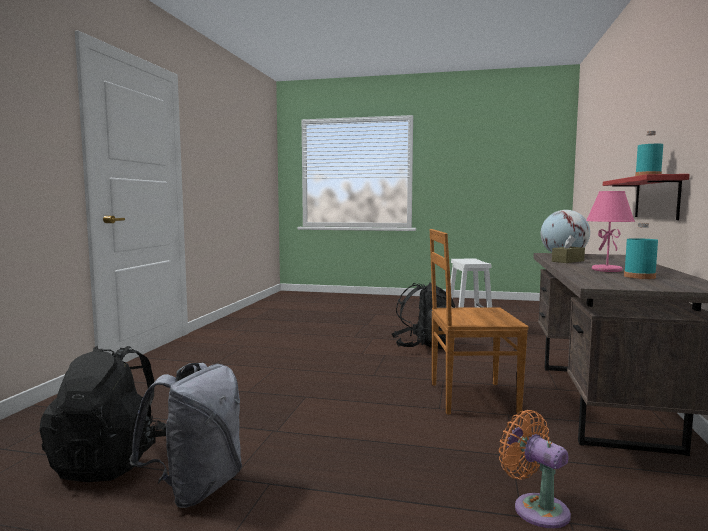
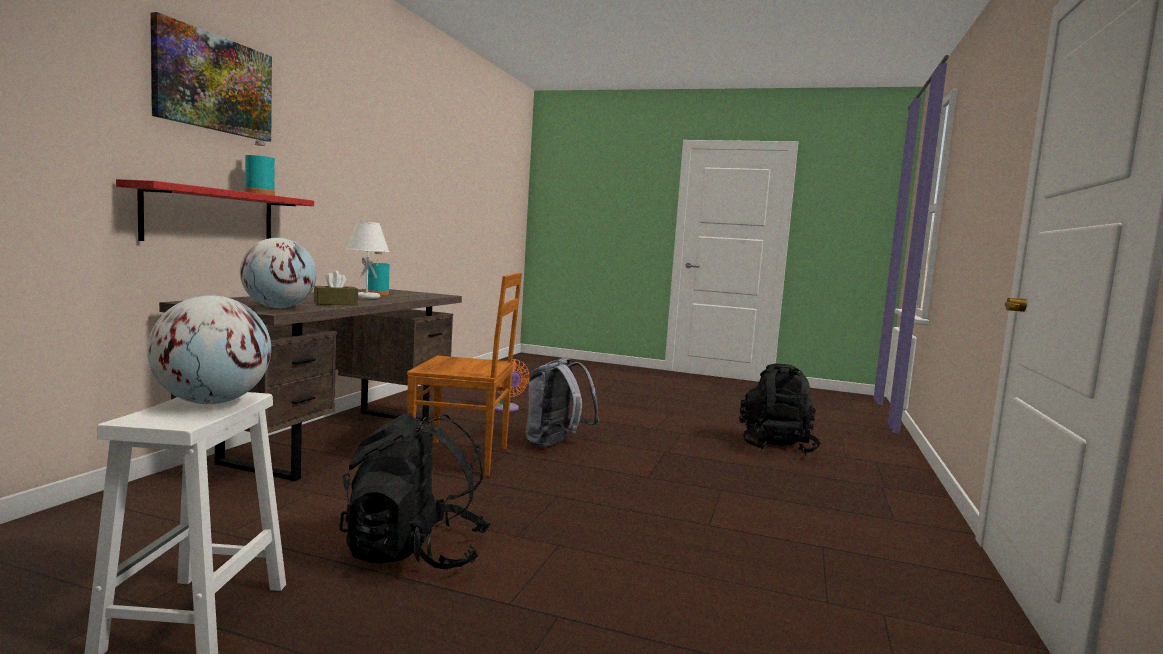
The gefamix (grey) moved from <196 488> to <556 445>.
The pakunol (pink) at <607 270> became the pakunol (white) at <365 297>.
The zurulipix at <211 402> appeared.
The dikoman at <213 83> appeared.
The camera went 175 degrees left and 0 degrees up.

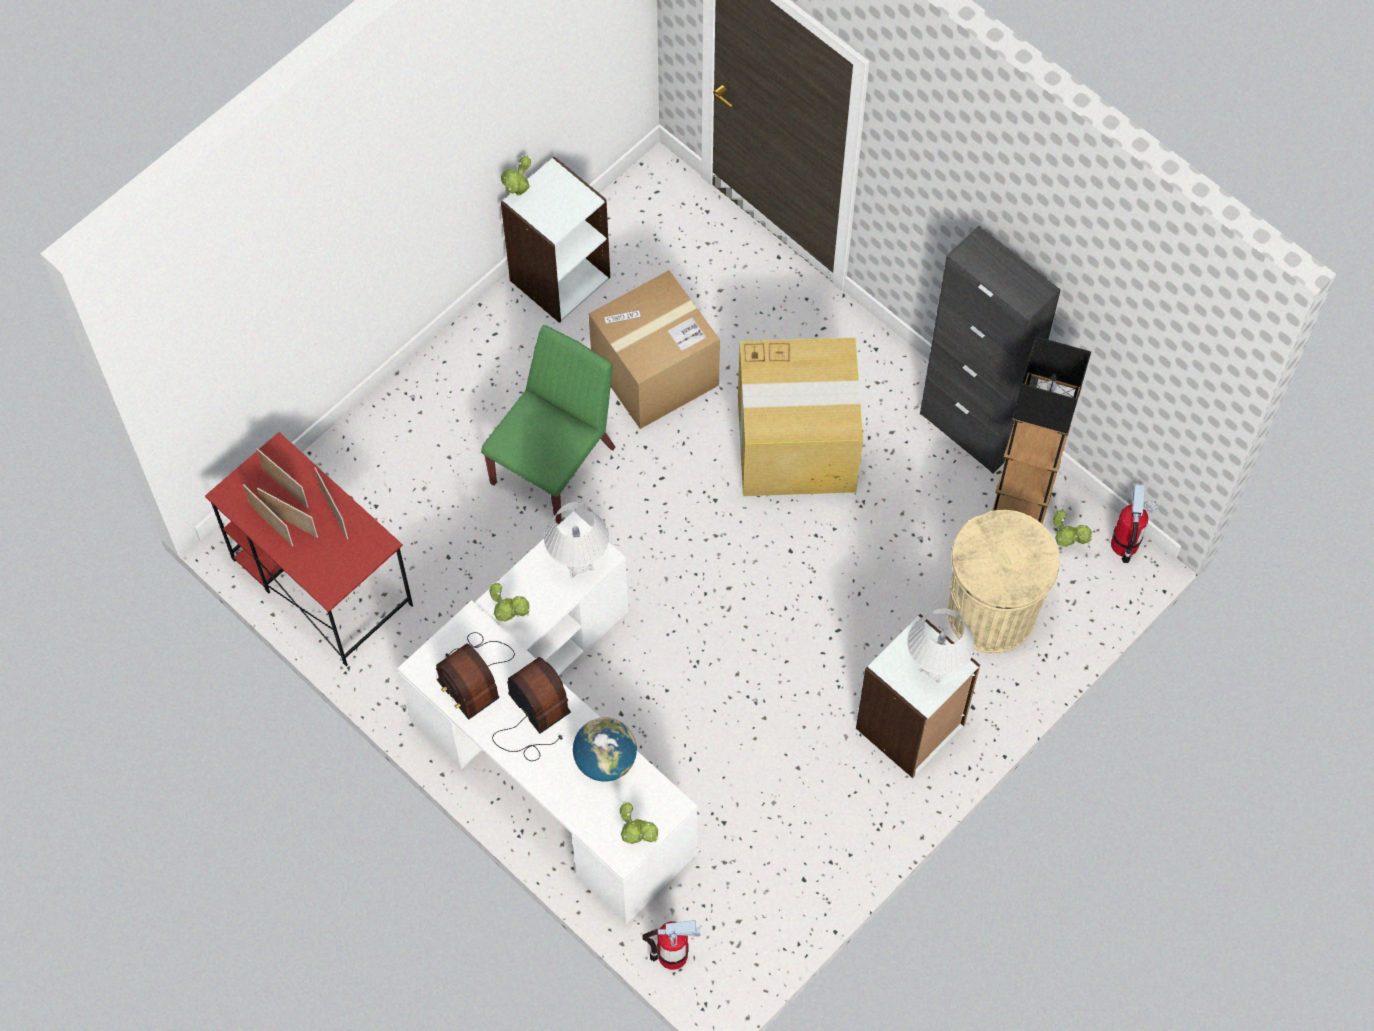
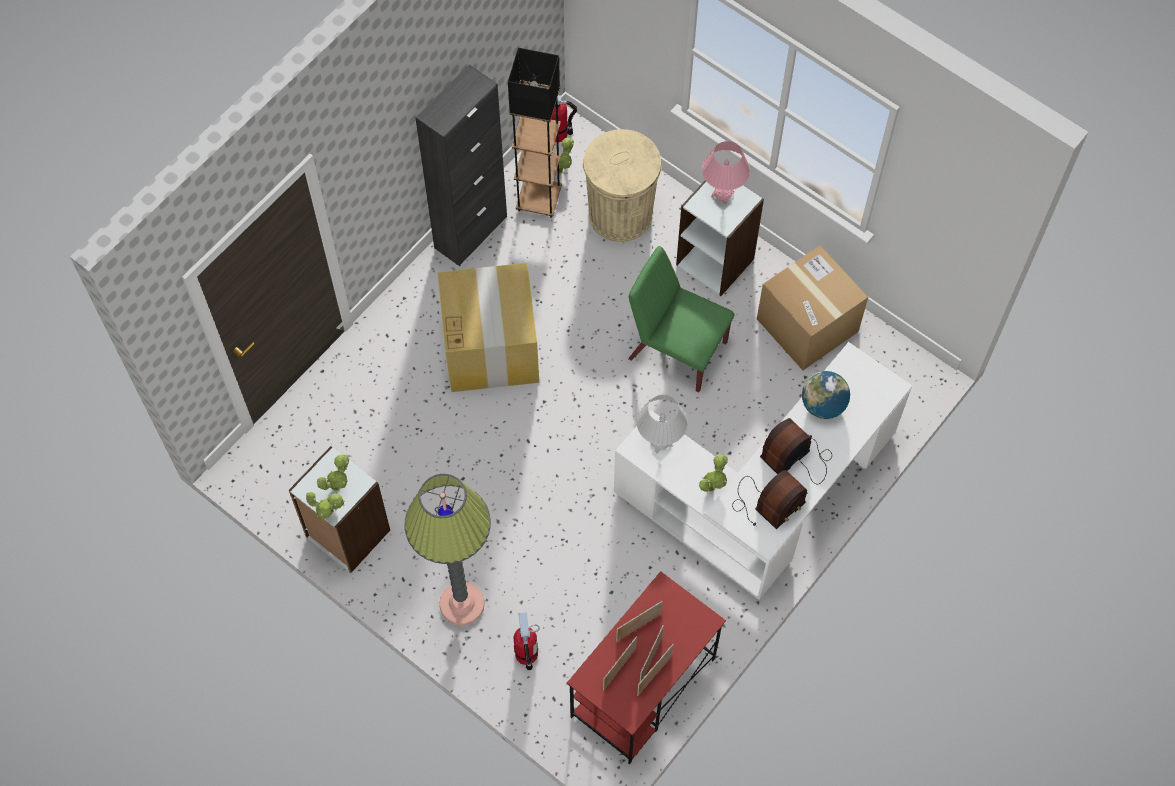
The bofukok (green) moved from <554 464> to <676 350>.
The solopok moved from <655 372> to <807 325>.
The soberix moved from <637 838> to <338 486>.
The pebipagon moved from <672 955> to <526 654>.
The pakunol (white) at <935 668> became the pakunol (pink) at <722 194>.
The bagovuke at <462 604> appeared.
The camera went 95 degrees left and 0 degrees up.

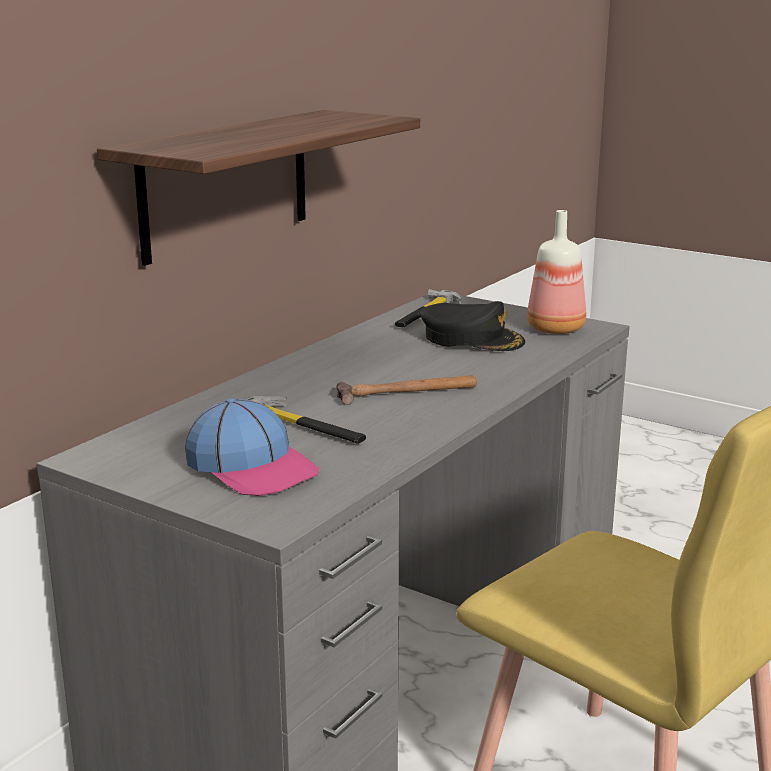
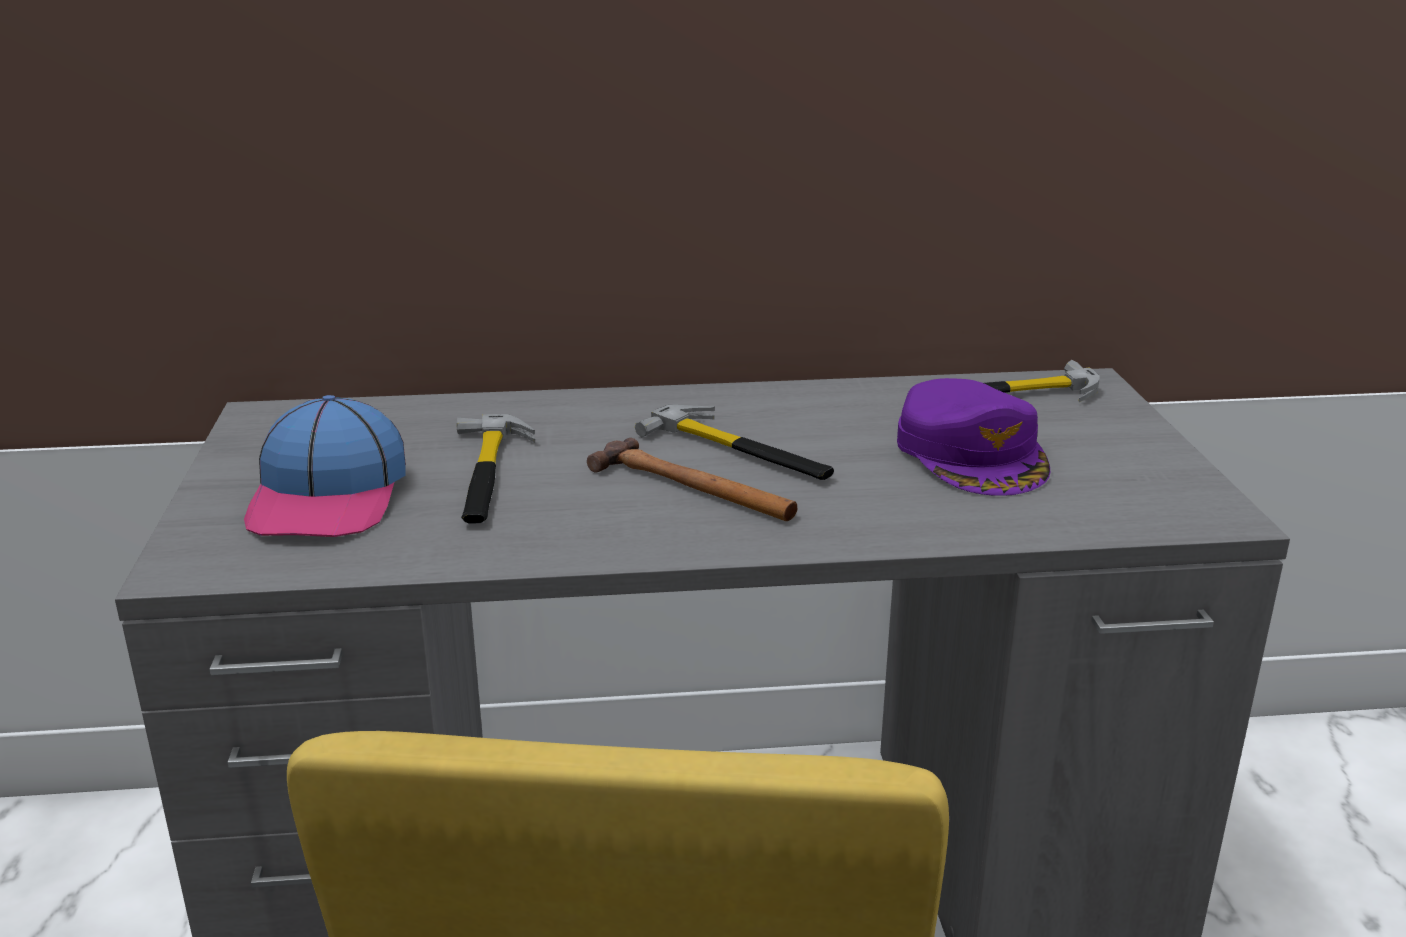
The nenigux at <226 184> disappeared.
The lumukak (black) at <472 338> became the lumukak (purple) at <972 453>.
The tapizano at <556 328> disappeared.
The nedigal at <740 451> appeared.
The camera went 50 degrees right and 5 degrees up.

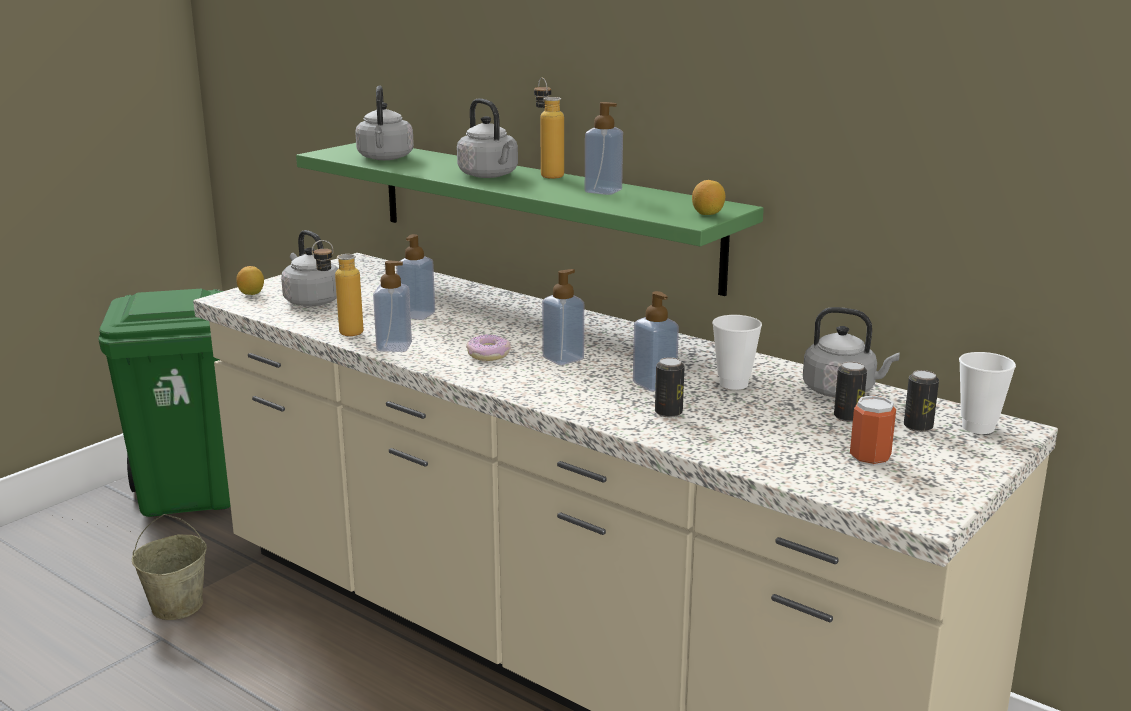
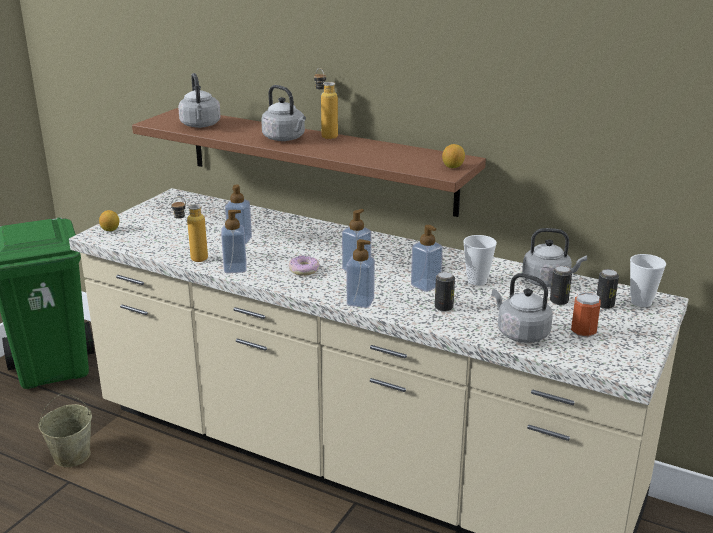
The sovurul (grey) moved from <311 301> to <520 333>.
The nenigux (green) at <541 212> became the nenigux (brown) at <318 160>.
The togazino moved from <603 191> to <360 302>.
The camera went 10 degrees left and 5 degrees up.

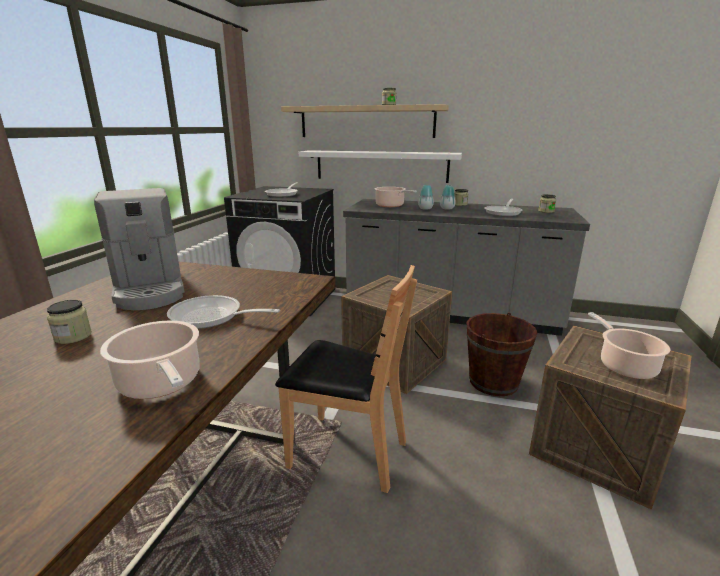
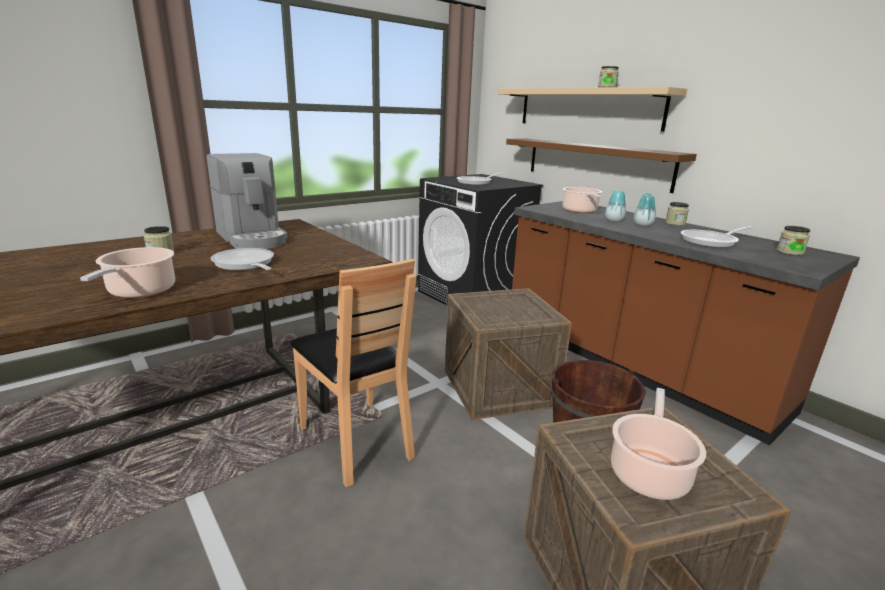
The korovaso at <150 290> turned 45 degrees counterclockwise.
The nenigux (white) at <381 166> became the nenigux (brown) at <596 163>.
The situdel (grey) at <450 314> became the situdel (brown) at <631 365>.
The camera went 35 degrees right and 0 degrees up.

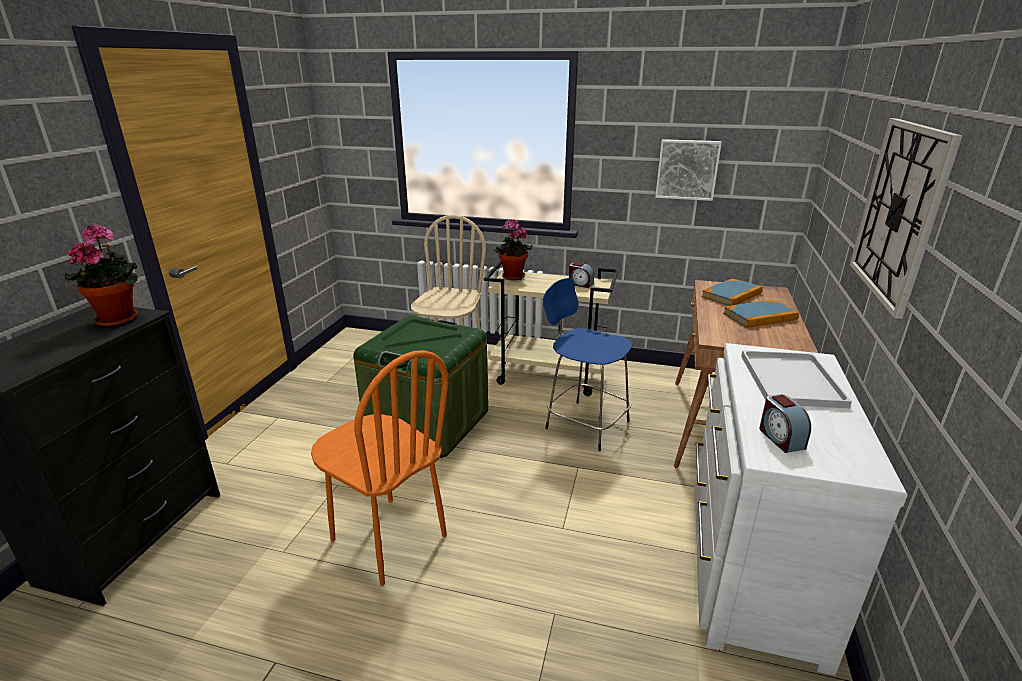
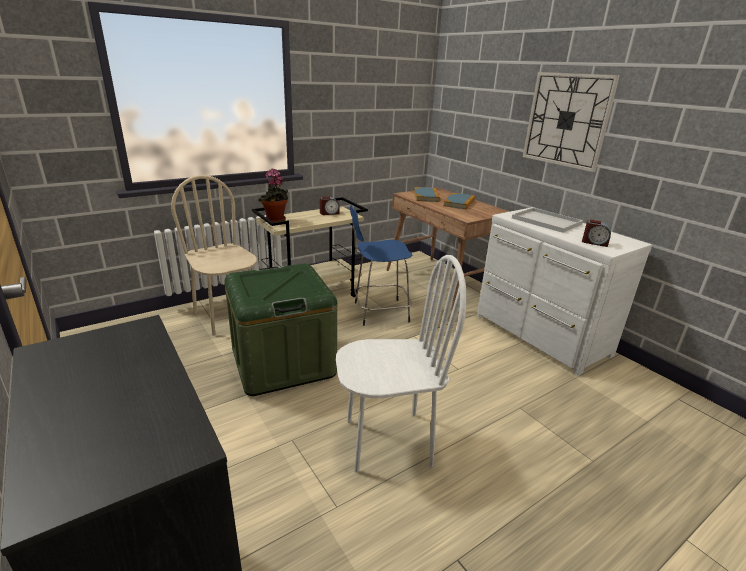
The soberix at <120 318> disappeared.
The bofukok (orange) at <388 538> became the bofukok (white) at <388 441>.
The dikoman at <687 169> disappeared.
The camera went 50 degrees left and 0 degrees up.

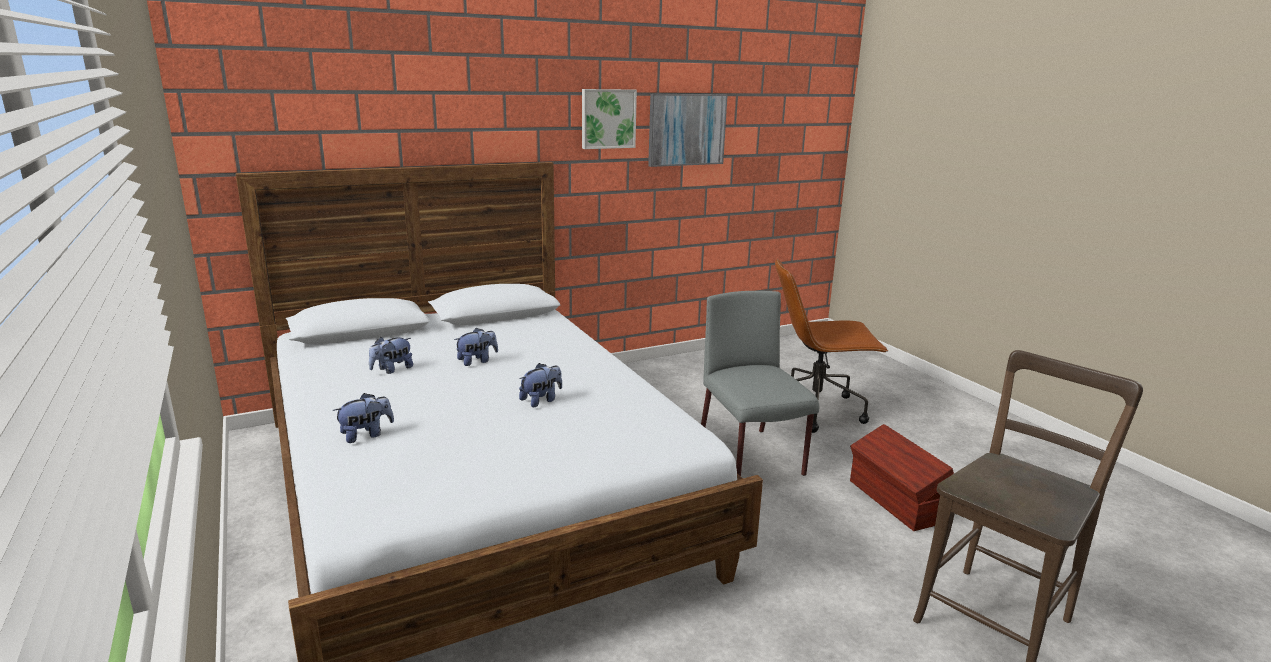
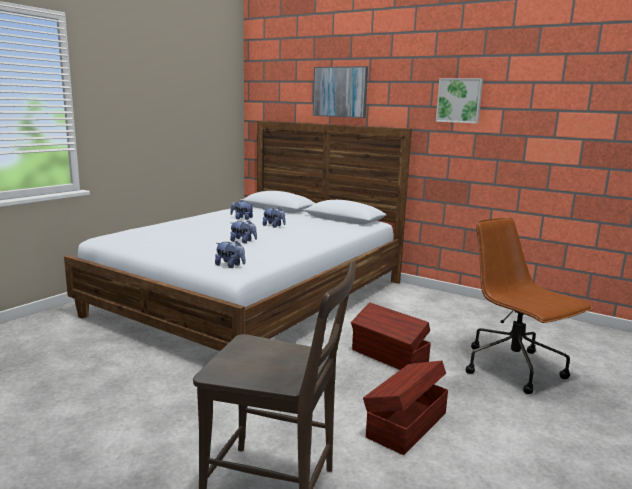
The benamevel moved from <366 435> to <230 266>.
The dikoman moved from <686 129> to <340 92>.
The bofukok (grey) at <751 457> was replaced by the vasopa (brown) at <389 357>.
The camera went 60 degrees right and 5 degrees down.

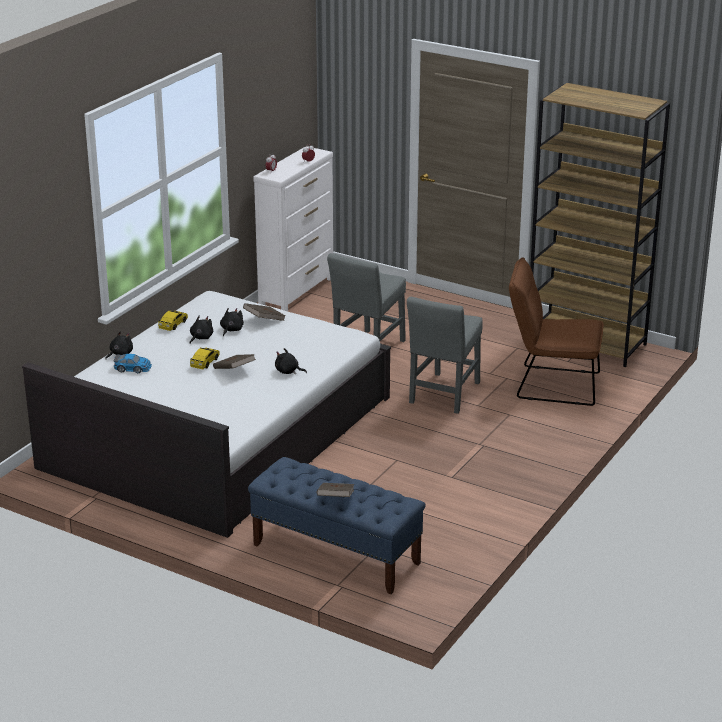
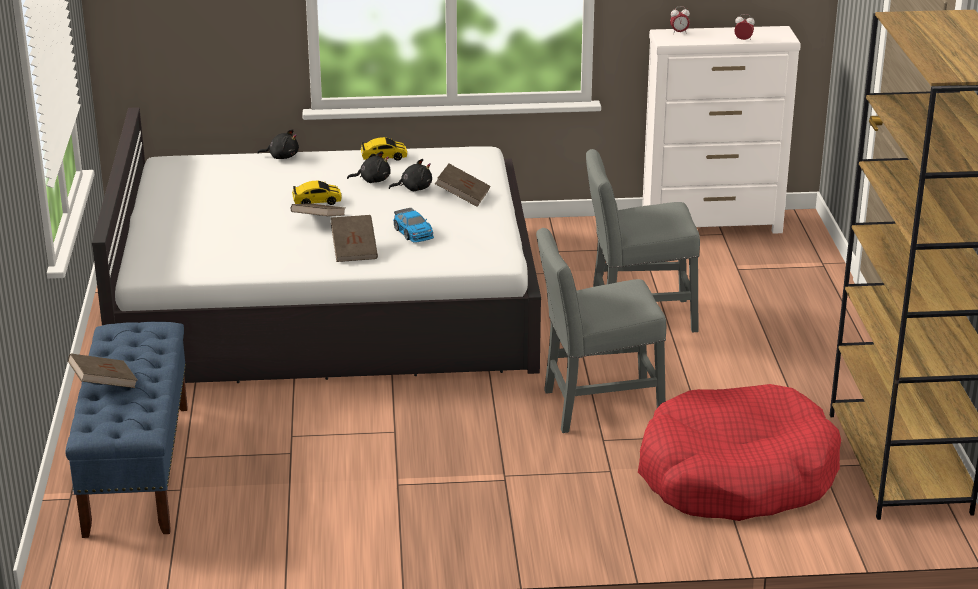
The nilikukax moved from <133 368> to <413 233>.
The benamevel (black) at <288 371> was replaced by the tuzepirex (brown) at <354 250>.
The bofukok (brown) at <551 385> was replaced by the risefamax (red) at <735 476>.
The camera went 55 degrees right and 0 degrees up.

